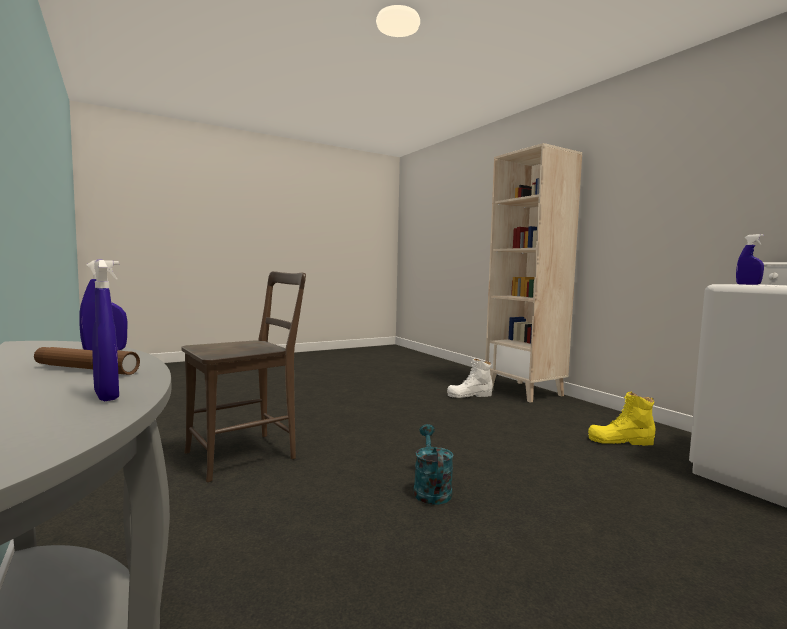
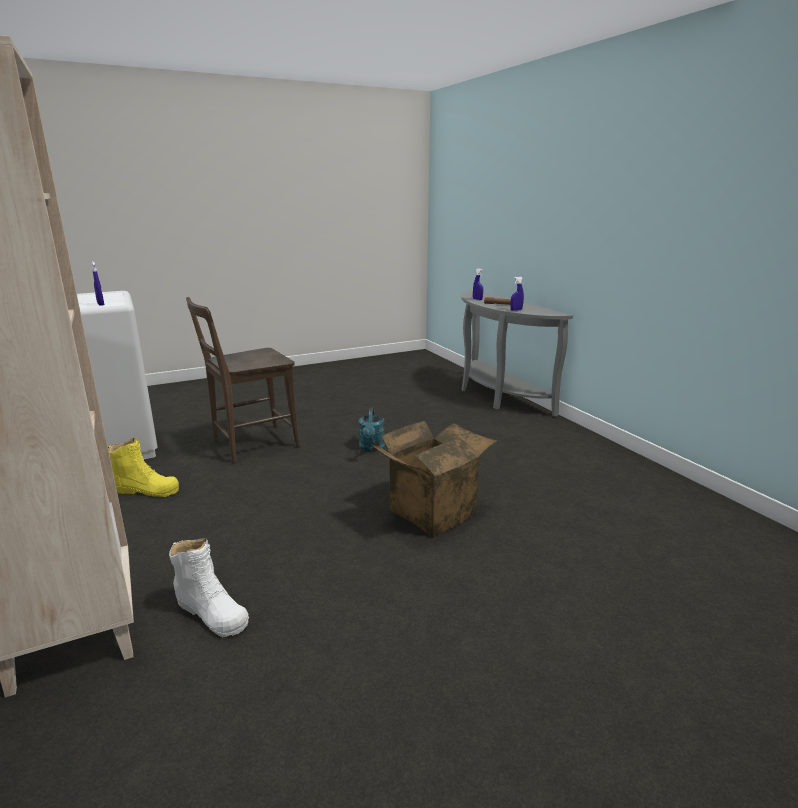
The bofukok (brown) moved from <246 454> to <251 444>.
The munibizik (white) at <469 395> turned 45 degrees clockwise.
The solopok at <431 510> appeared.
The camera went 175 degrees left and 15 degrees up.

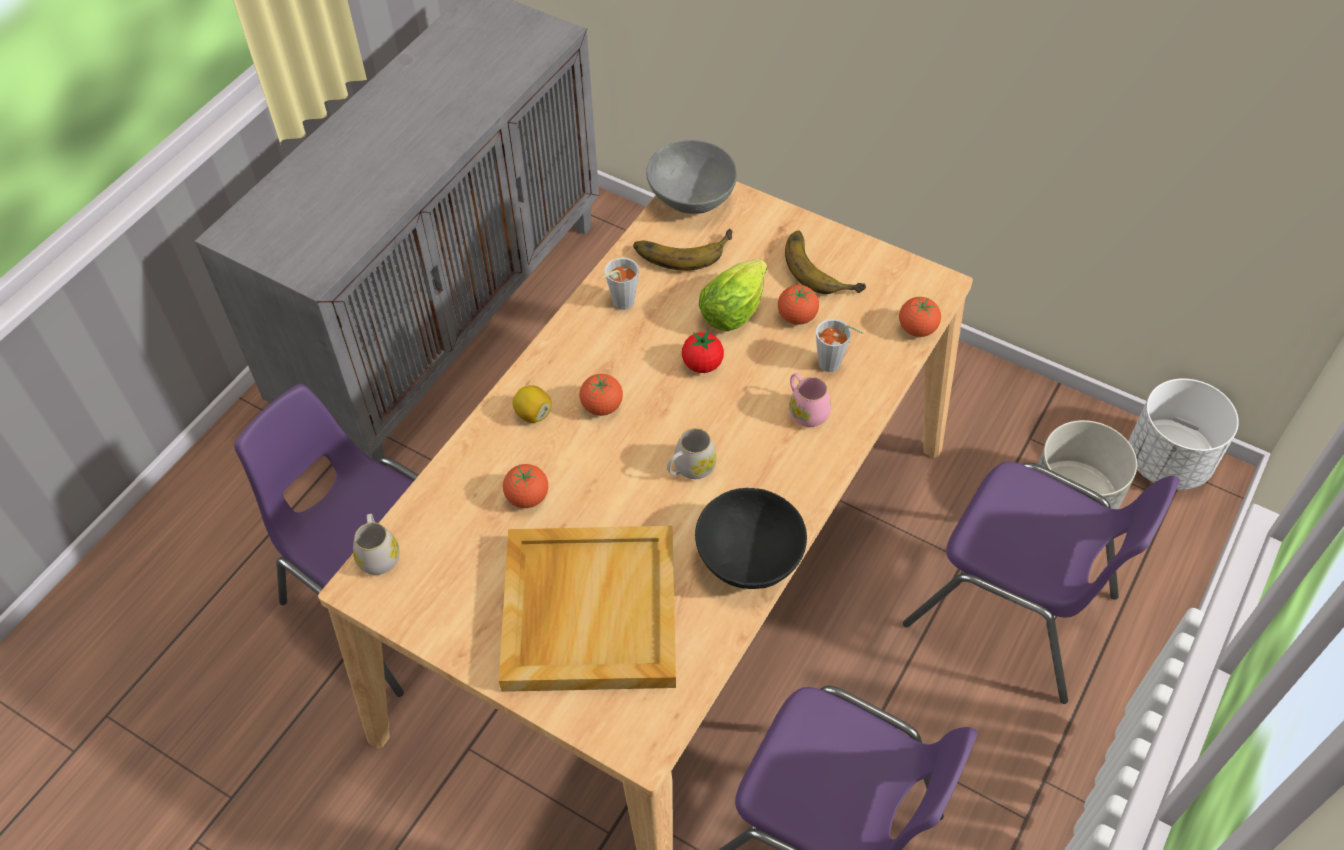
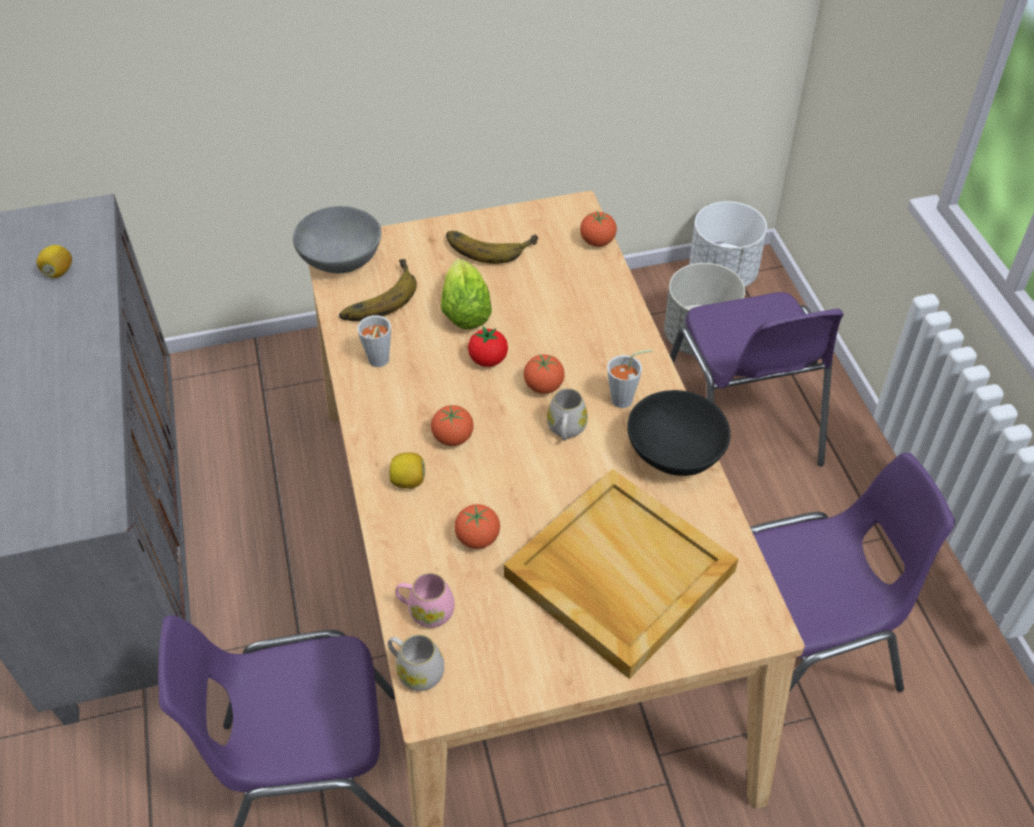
The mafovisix moved from <797 317> to <543 386>.
The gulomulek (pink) moved from <805 410> to <426 610>.
The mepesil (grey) moved from <834 366> to <627 399>.
The bofukok (purple) at <1014 611> turned 90 degrees clockwise.
The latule at <59 272> appeared.
The camera went 45 degrees left and 5 degrees down.

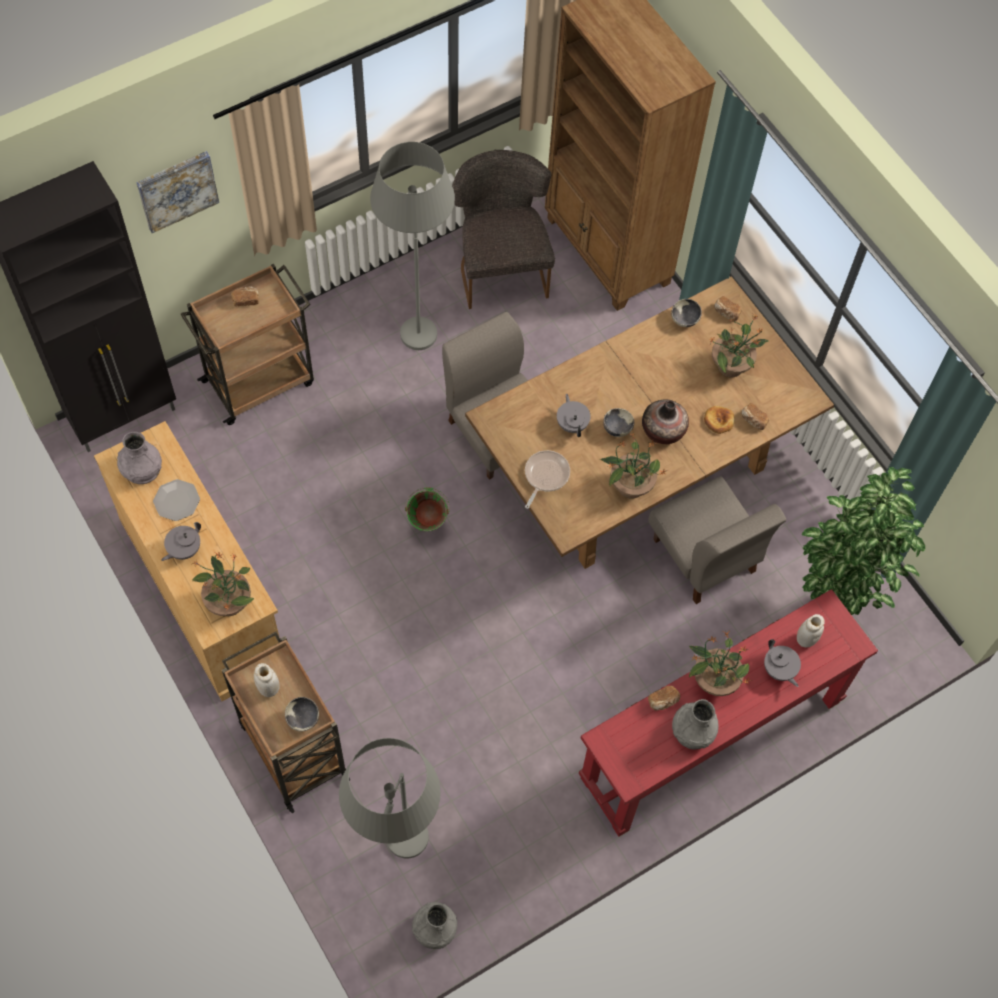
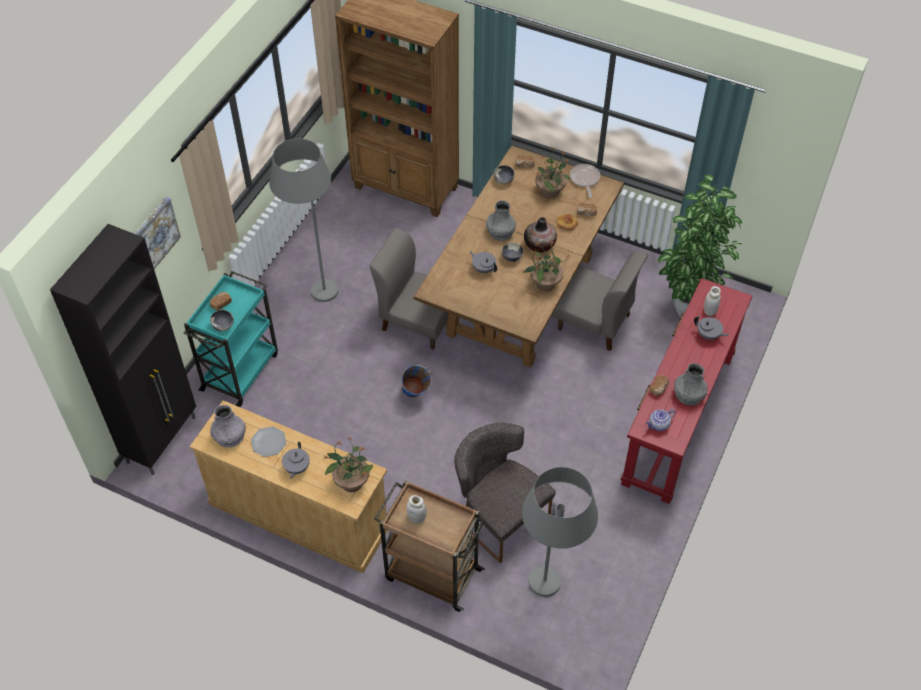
The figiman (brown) at <260 381> became the figiman (turquoise) at <241 370>.
The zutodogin moved from <303 719> to <223 326>.
The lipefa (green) at <427 525> became the lipefa (blue) at <415 396>.
The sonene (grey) moved from <434 929> to <500 232>.
The bofukok (grey) moved from <501 268> to <498 517>.
The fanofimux moved from <545 476> to <584 179>.
The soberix at <714 680> disappeared.
The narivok at <658 425> appeared.
The camera went 30 degrees left and 10 degrees down.

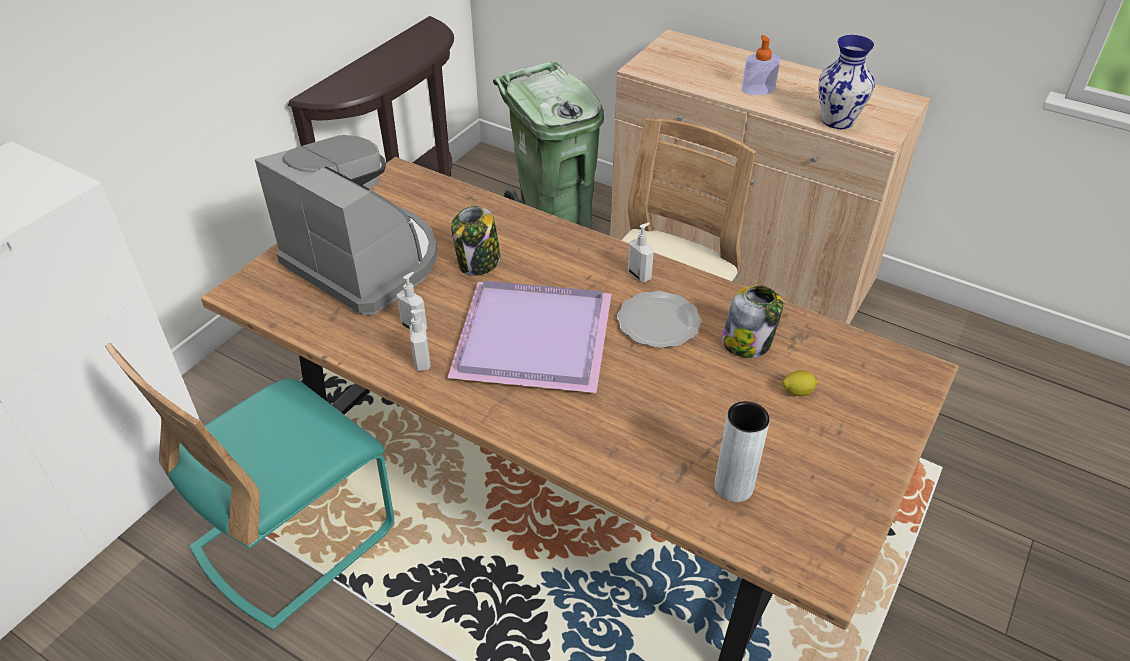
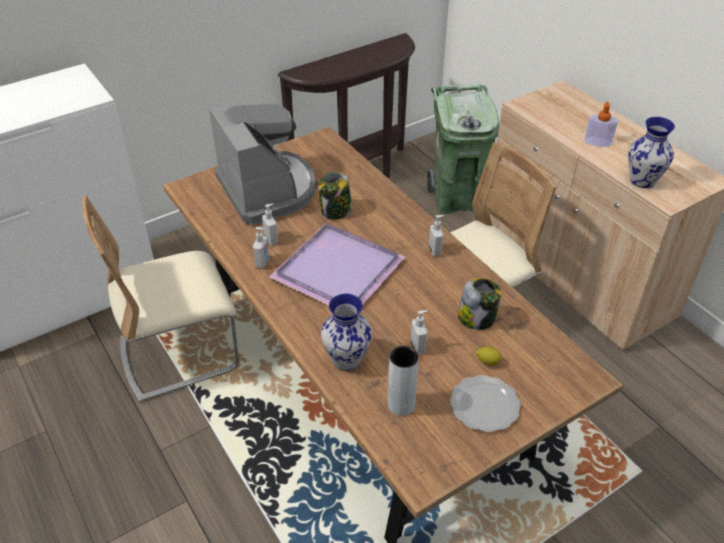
The bofukok (turquoise) at <294 538> became the bofukok (beige) at <179 353>.
The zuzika moved from <659 321> to <485 405>.
The sonene at <346 359> appeared.
The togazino at <418 347> appeared.
The camera went 25 degrees right and 0 degrees up.

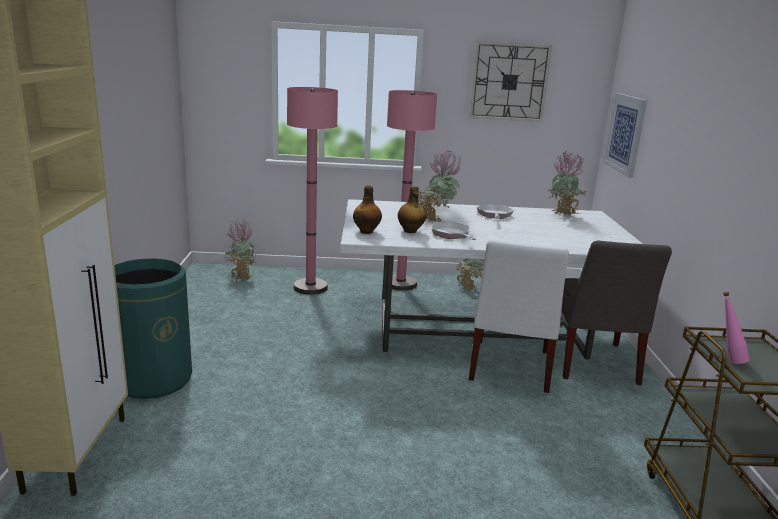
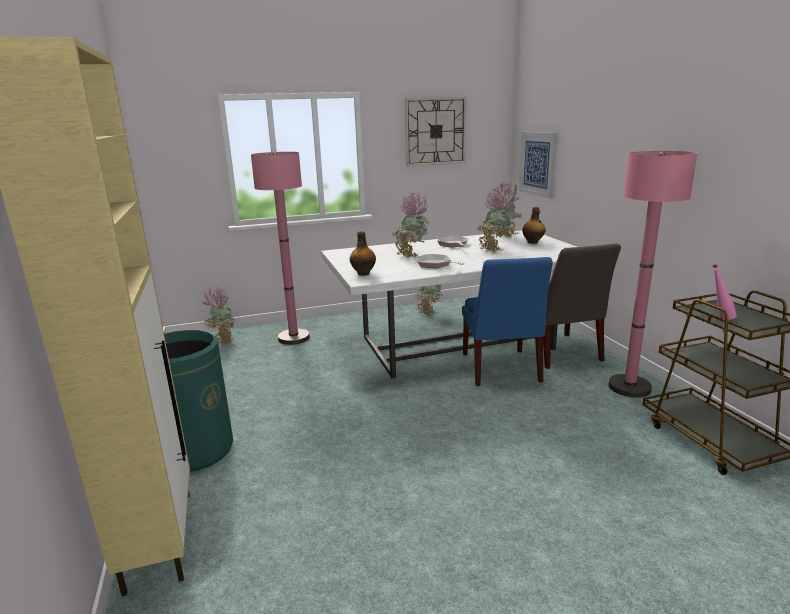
The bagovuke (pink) moved from <400 284> to <629 387>.
The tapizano moved from <410 231> to <533 242>.
The bofukok (white) at <509 367> became the bofukok (blue) at <500 369>.
The soberix at <493 249> appeared.
The camera went 15 degrees left and 0 degrees up.

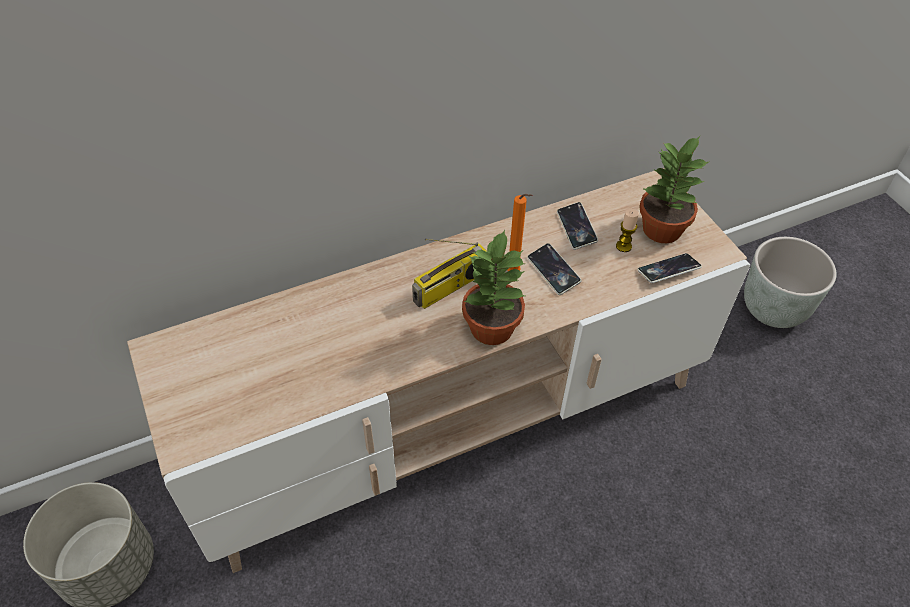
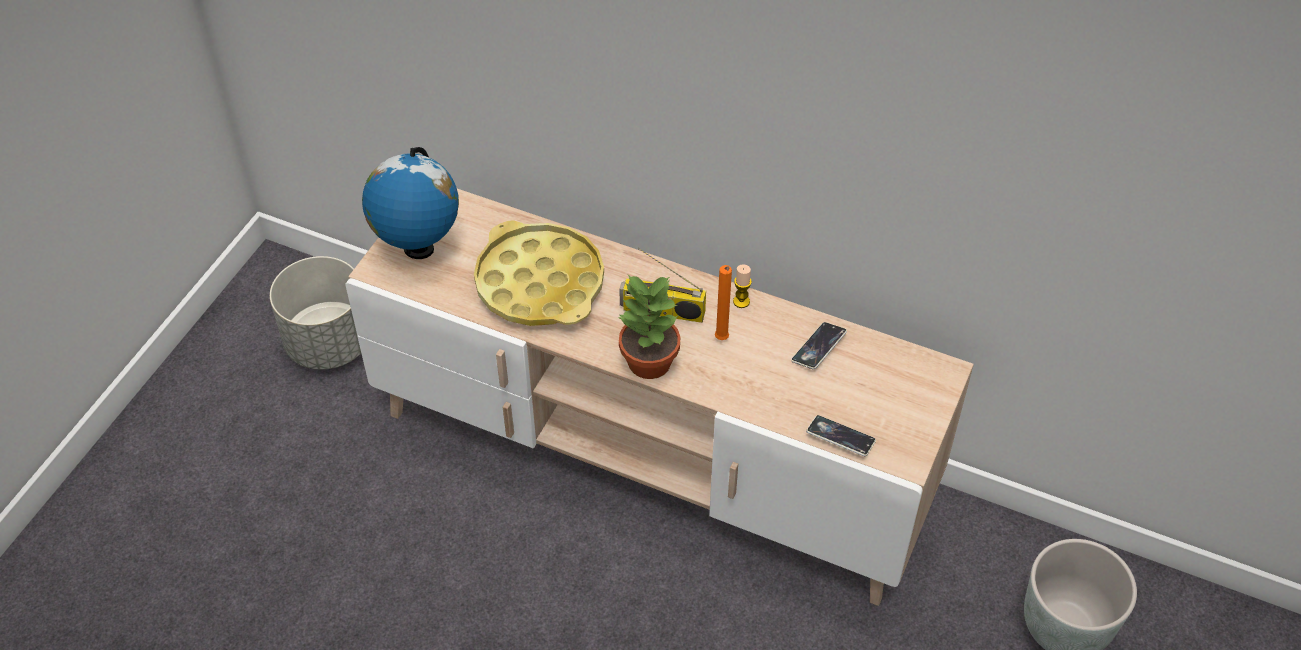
The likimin at <553 271> disappeared.
The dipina moved from <623 246> to <741 301>.
The soberix at <660 229> disappeared.
The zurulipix at <418 249> appeared.
The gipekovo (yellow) at <540 283> appeared.
The camera went 50 degrees right and 0 degrees up.

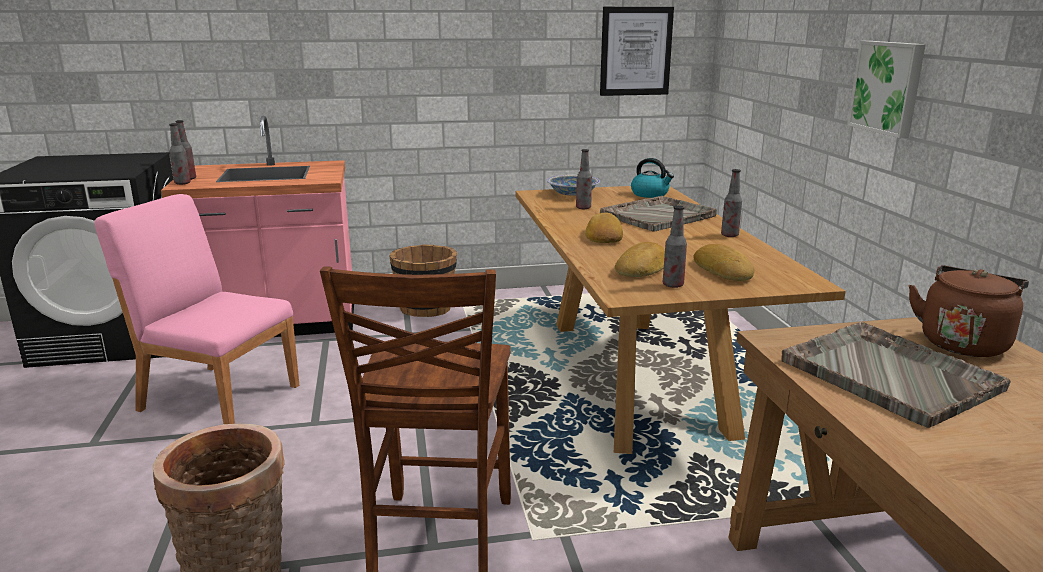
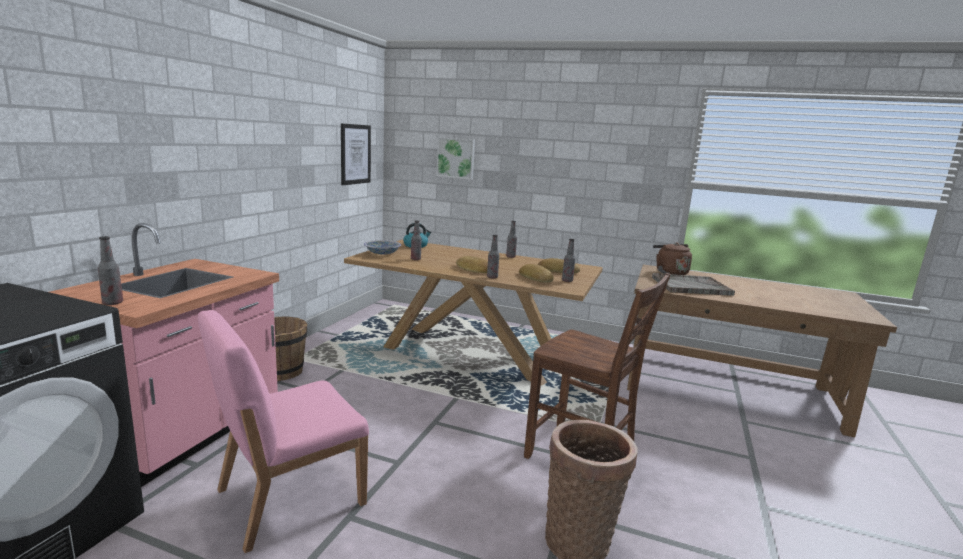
The tapizano moved from <182 183> to <492 277>.
The gipekovo (grey) at <659 215> disappeared.
The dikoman moved from <888 87> to <456 158>.
The camera went 60 degrees left and 5 degrees down.

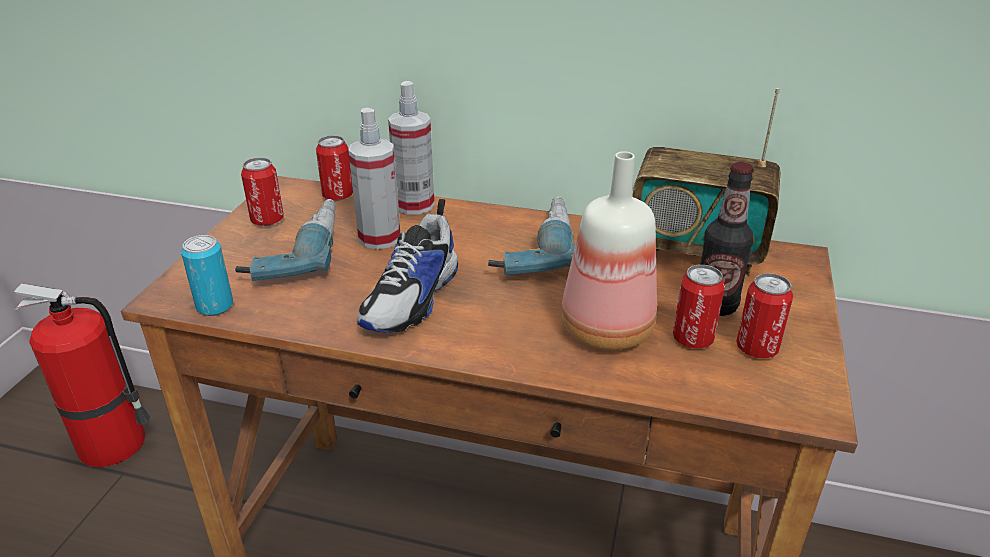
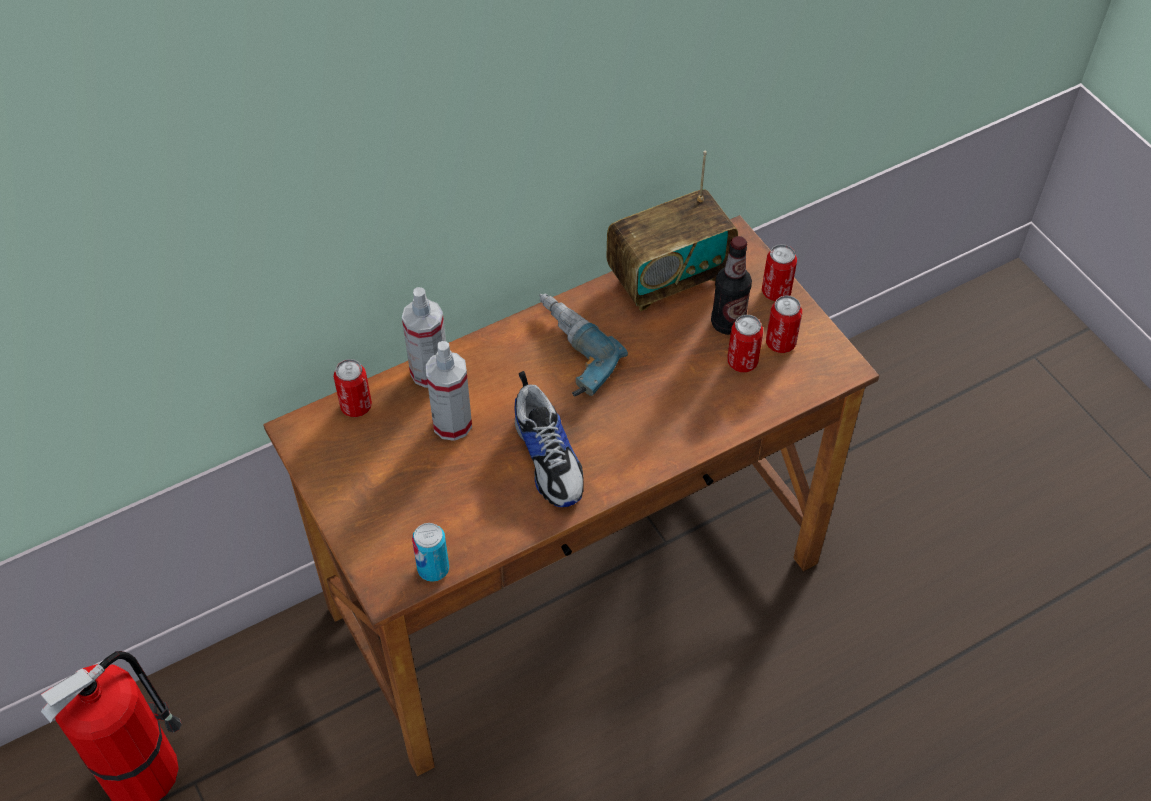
The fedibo at <295 251> disappeared.
The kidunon moved from <267 220> to <776 292>.
The tapizano at <606 332> disappeared.
The camera went 45 degrees left and 20 degrees up.

